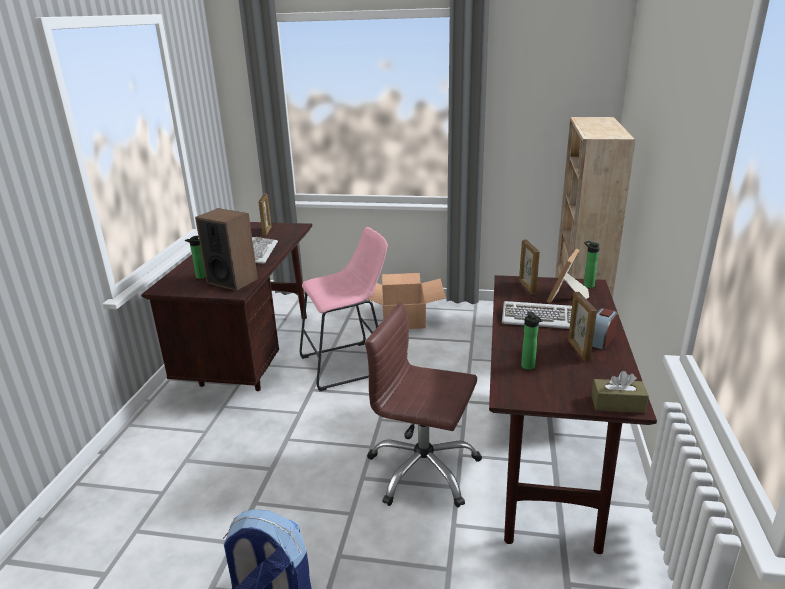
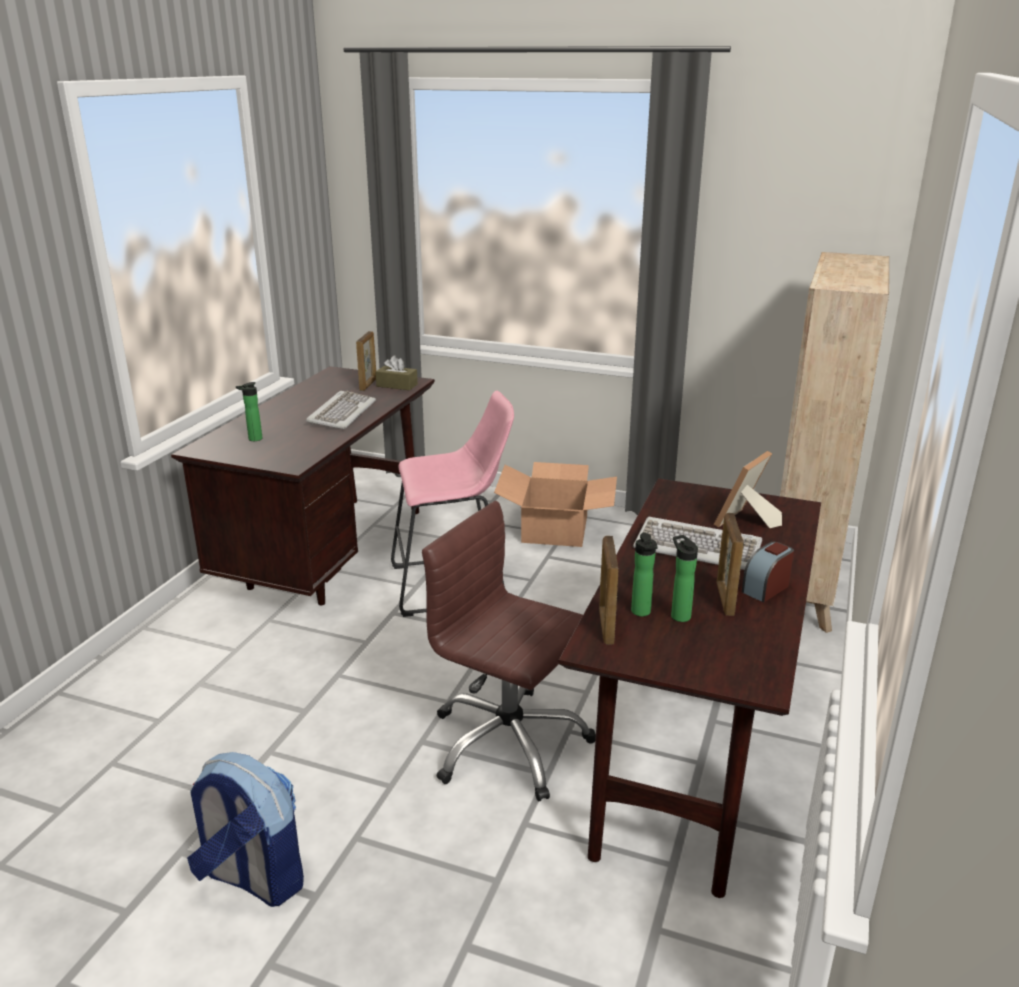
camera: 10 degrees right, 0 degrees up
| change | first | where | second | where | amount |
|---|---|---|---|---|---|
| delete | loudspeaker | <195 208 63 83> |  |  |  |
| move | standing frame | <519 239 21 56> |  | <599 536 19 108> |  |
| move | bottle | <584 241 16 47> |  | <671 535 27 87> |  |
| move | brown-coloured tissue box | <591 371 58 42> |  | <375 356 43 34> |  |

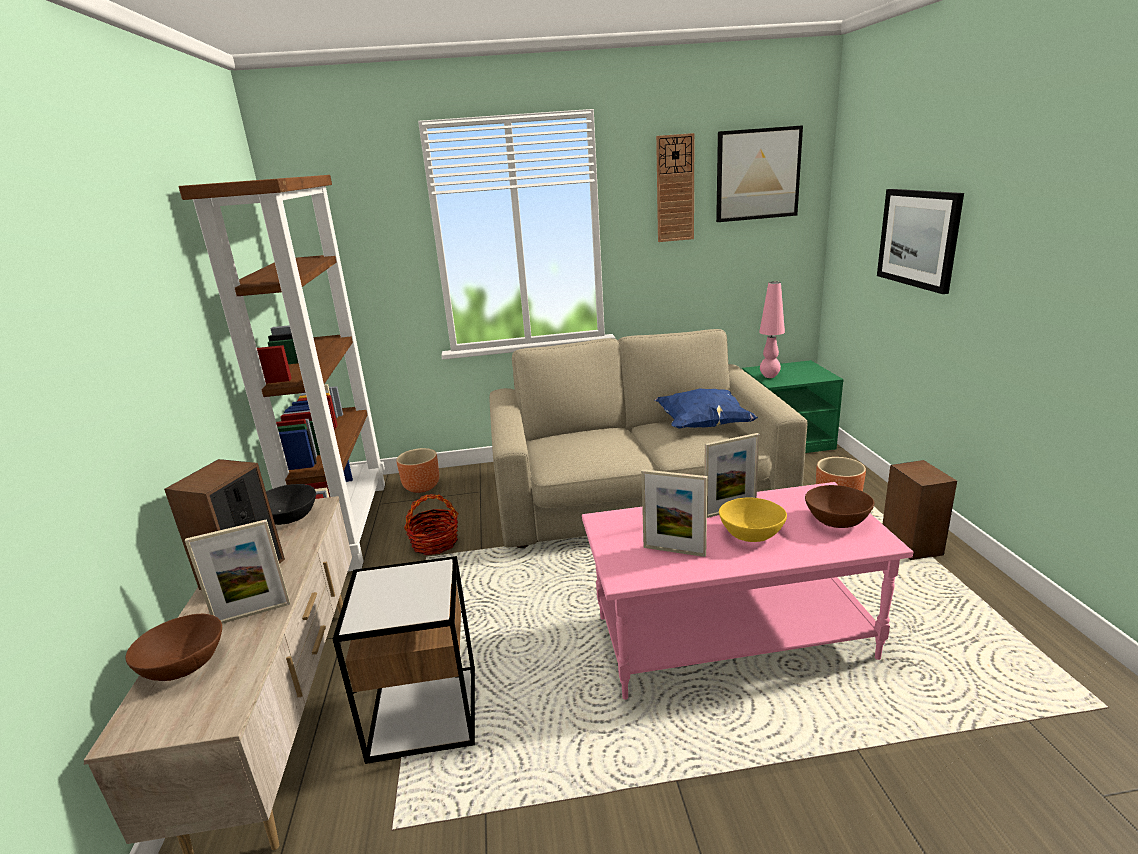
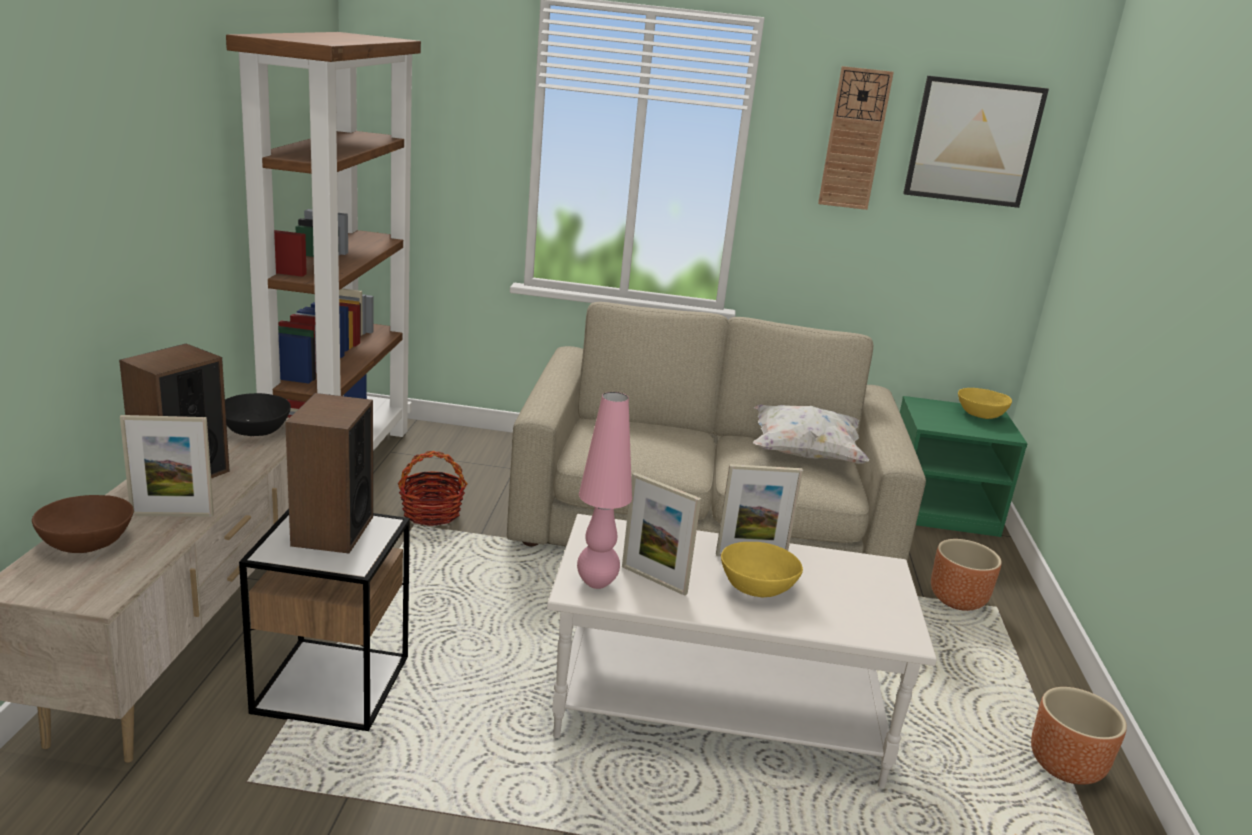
camera: 10 degrees right, 0 degrees up
| change | first | where | second | where | amount |
|---|---|---|---|---|---|
| delete | wall picture | <877 189 87 105> |  |  |  |
| move | pink lamp for a table | <759 282 26 96> |  | <577 392 55 197> |  |
| recolor | blue cushion | <654 389 104 40> | whitish cushion | <753 404 116 60> |  |
| move | brown-coloured planter | <397 448 42 45> |  | <1031 687 96 98> |  |
| move | loudspeaker | <883 460 74 100> |  | <285 393 88 160> |  |
| recolor | pink coffee table | <582 482 331 218> | whitish coffee table | <547 514 390 274> |  |
| delete | brown-coloured bowl | <805 485 70 43> |  |  |  |
| insert |  |  | yellowish bowl | <958 388 54 31> |  |

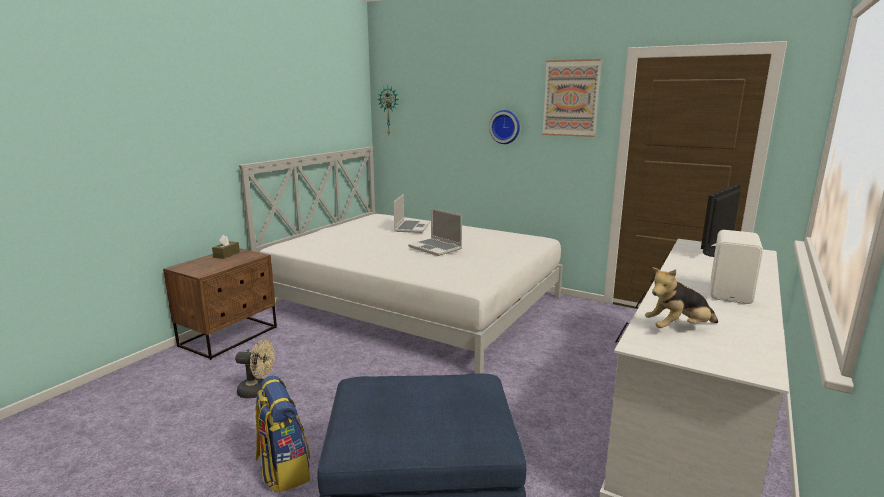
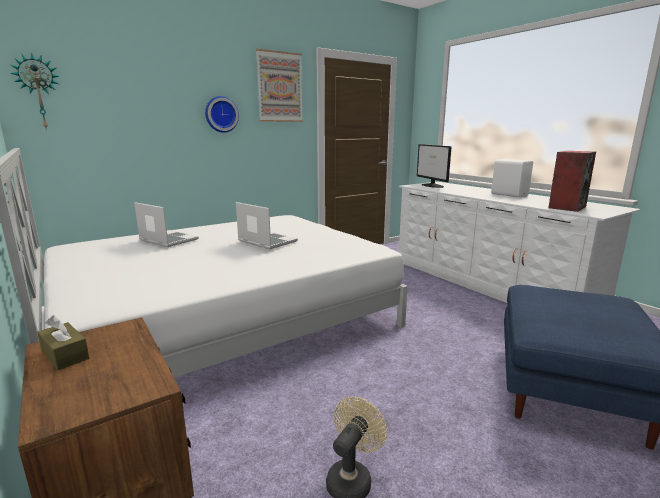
camera: 65 degrees left, 0 degrees up
| change | first | where | second | where | amount |
|---|---|---|---|---|---|
| rotate | portable computer | <408 208 54 48> |  | <236 202 62 47> | 120 degrees counterclockwise |
| replace | plush toy | <645 267 73 61> | loudspeaker | <548 151 48 61> |  |
| delete | knapsack | <255 376 55 117> |  |  |  |

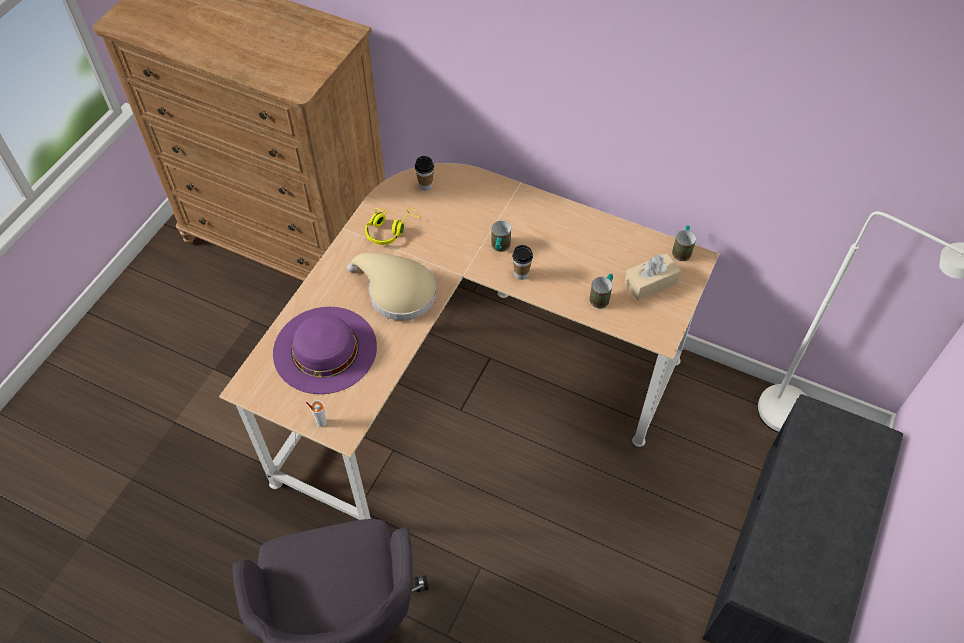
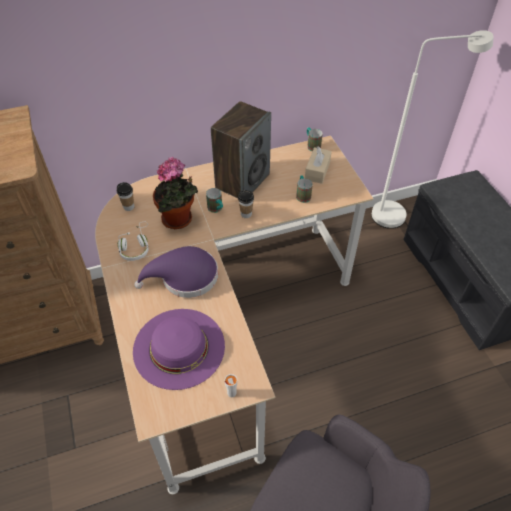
camera: 45 degrees left, 5 degrees down
| change | first | where | second | where | amount |
|---|---|---|---|---|---|
| recolor | yellowish headset | <365 208 54 37> | whitish headset | <118 221 31 40> |  |
| recolor | sand-coloured clothing hat | <347 253 90 68> | purple-coloured clothing hat | <134 246 84 52> |  |
| insert |  |  | loudspeaker | <211 101 60 97> |  |
| insert |  |  | potted plant | <153 157 45 72> |  |

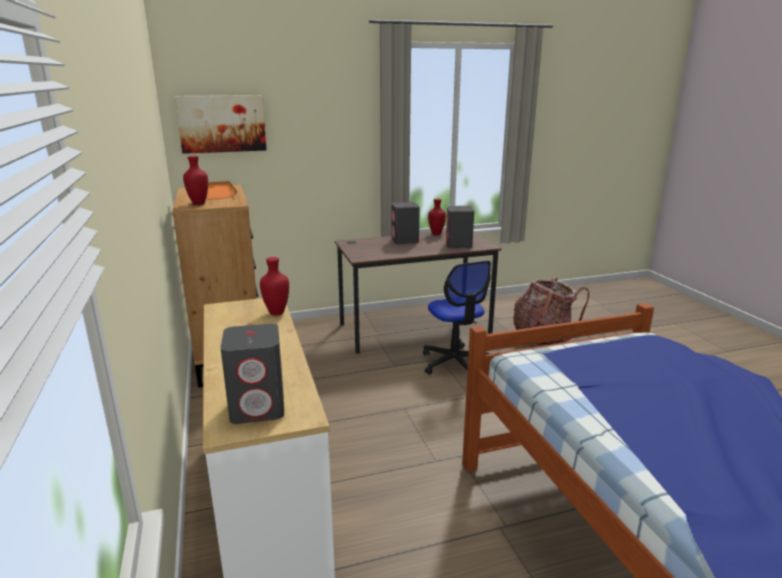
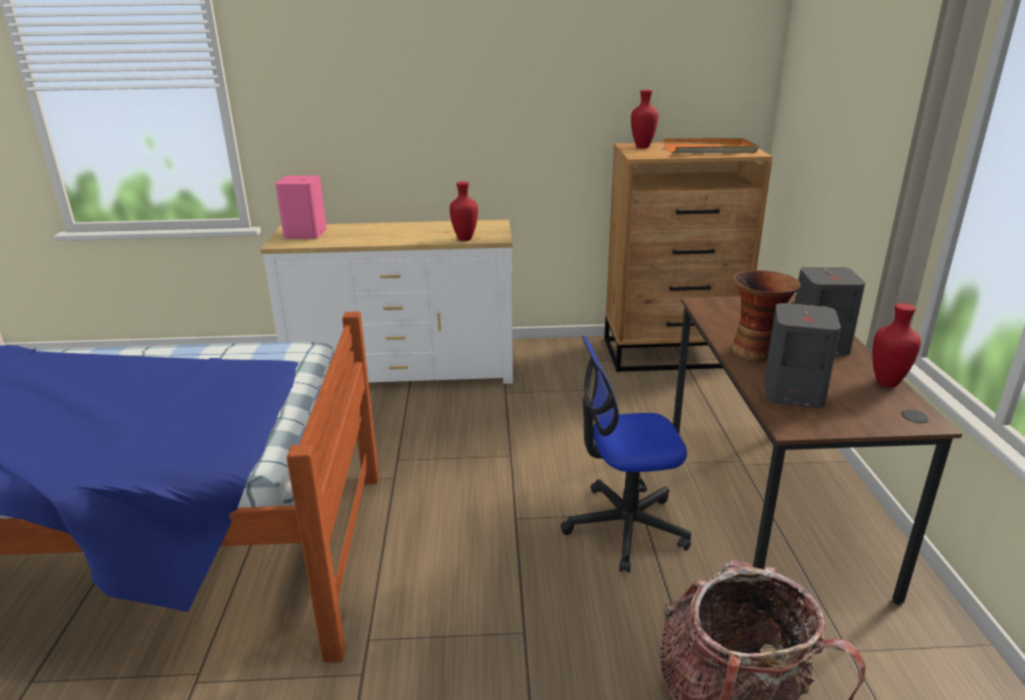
camera: 105 degrees right, 5 degrees up
| change | first | where | second | where | amount |
|---|---|---|---|---|---|
| delete | wall picture | <175 95 92 59> |  |  |  |
| recolor | gray loudspeaker | <220 324 64 100> | pink loudspeaker | <275 176 52 63> |  |
| insert |  |  | decorative vase | <731 270 70 91> |  |

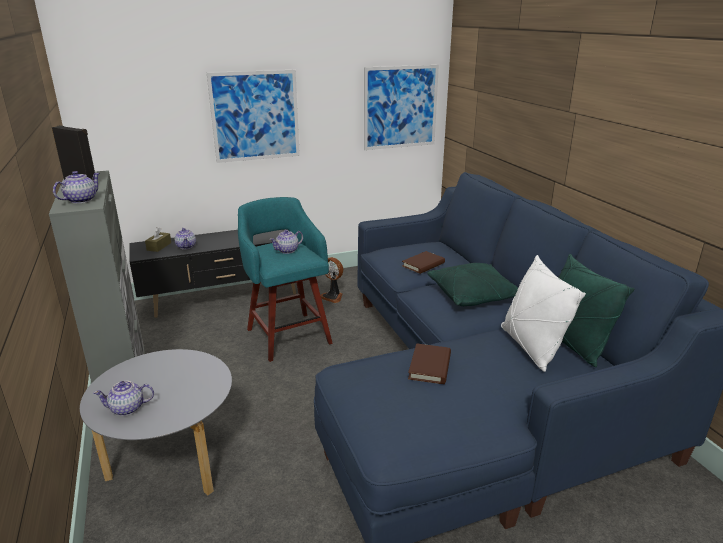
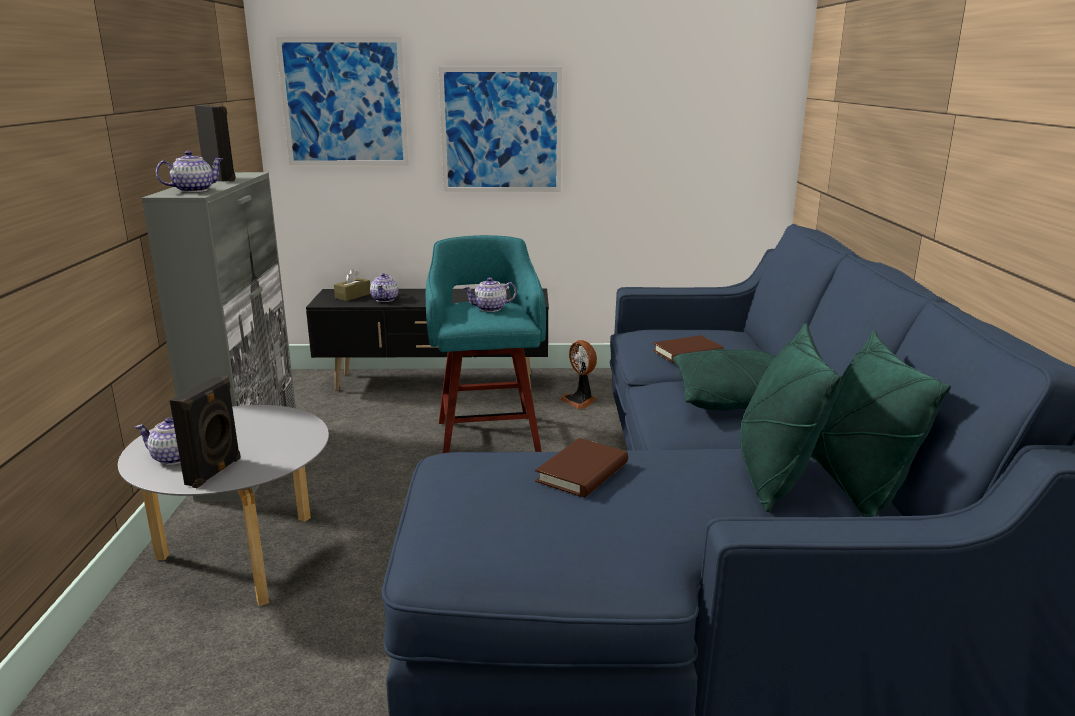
camera: 20 degrees right, 5 degrees down
| change | first | where | second | where | amount |
|---|---|---|---|---|---|
| move | wall picture | <364 65 75 85> |  | <276 37 133 128> |  |
| recolor | whitish cushion | <501 255 85 117> | green-coloured cushion | <740 323 101 189> |  |
| insert |  |  | blackish loudspeaker | <170 376 71 112> |  |

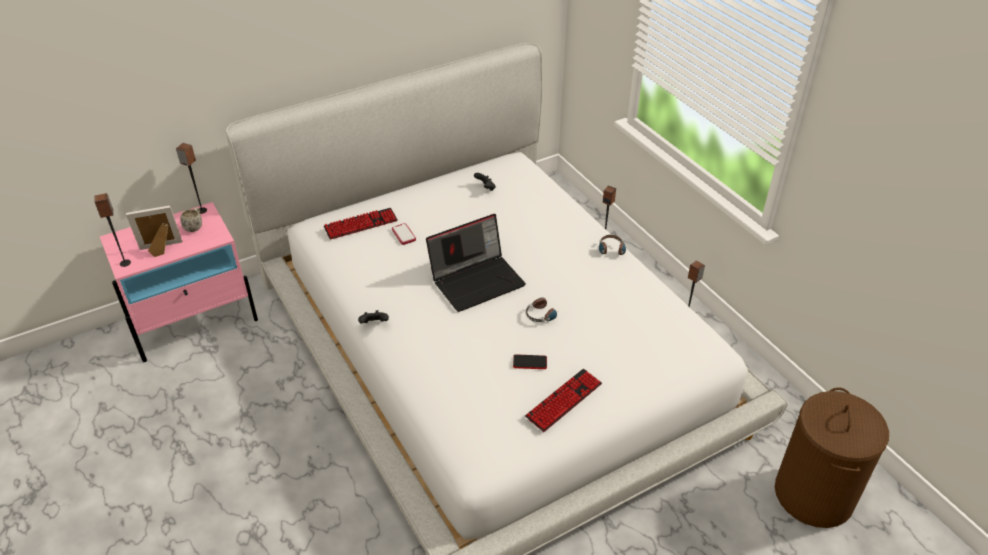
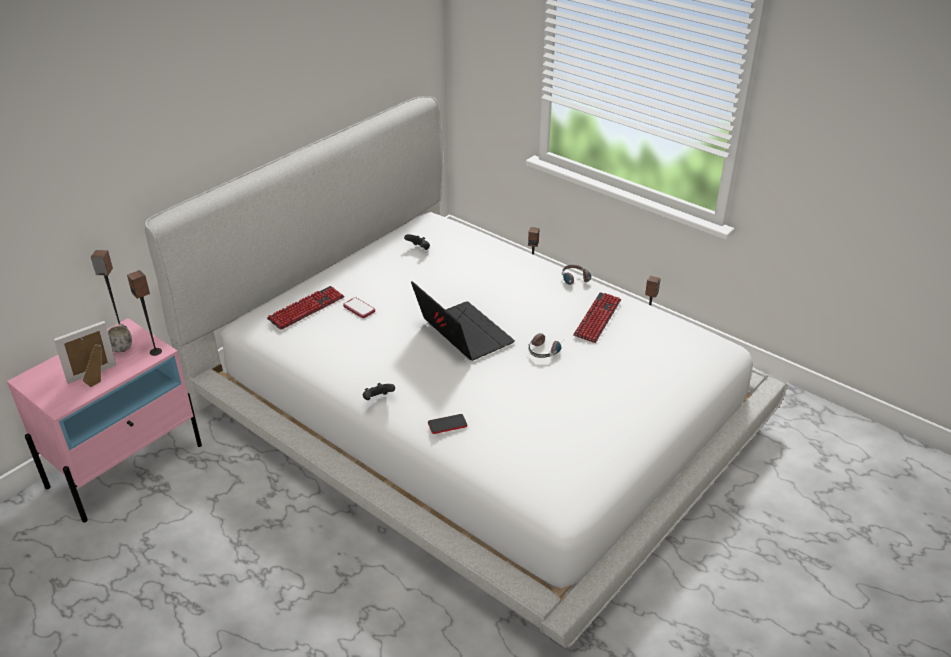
camera: 20 degrees left, 5 degrees down
| change | first | where | second | where | amount |
|---|---|---|---|---|---|
| move | loudspeaker | <94 193 37 74> |  | <127 270 35 86> |  |
| rotate | portable computer | <426 214 100 98> |  | <411 281 104 80> | 75 degrees counterclockwise |
| move | telephone | <513 354 34 15> |  | <428 414 39 20> |  |
| move | computer keyboard | <525 369 77 63> |  | <573 292 48 51> |  |
| delete | brown-coloured hamper | <775 387 114 141> |  |  |  |

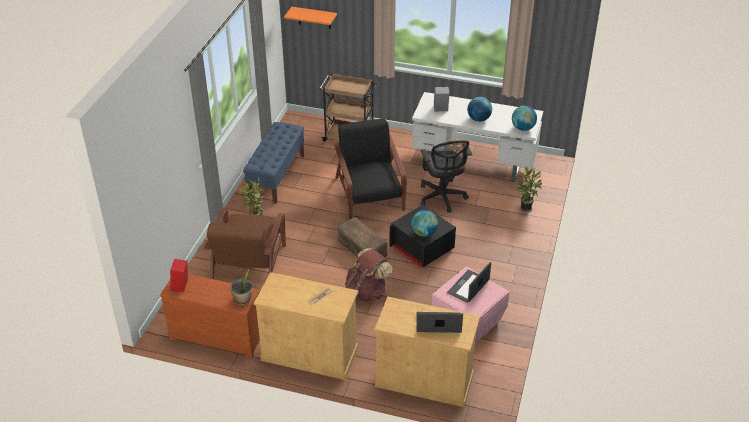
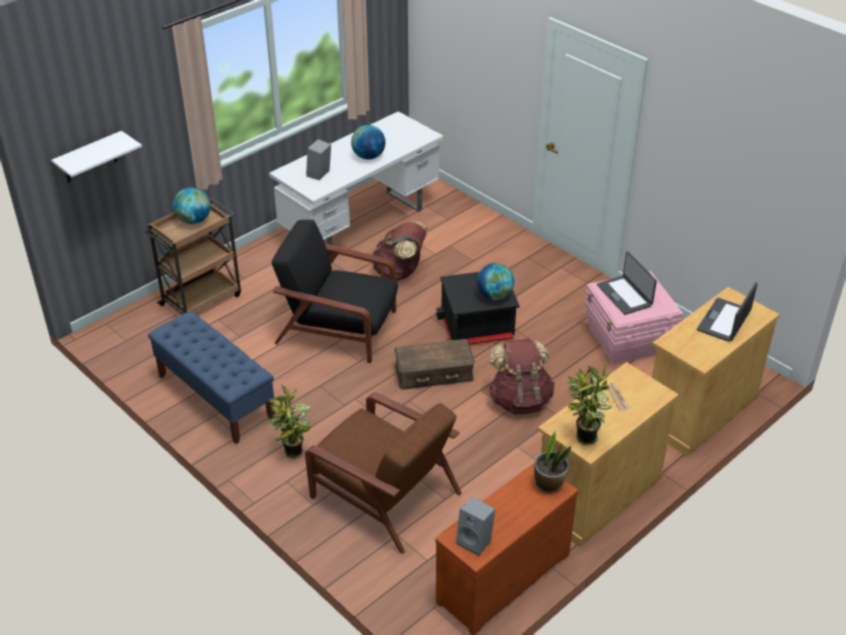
camera: 60 degrees left, 0 degrees up
| change | first | where | second | where | amount |
|---|---|---|---|---|---|
| recolor | orange bracket shelf | <284 7 53 22> | whitish bracket shelf | <51 131 91 51> |  |
| move | world globe | <512 106 25 25> |  | <173 187 38 37> |  |
| replace | blackish office chair | <421 140 51 73> | brown-coloured knapsack | <372 221 55 60> |  |
| move | potted plant | <515 166 27 46> |  | <567 361 45 84> |  |
| recolor | red-coloured loudspeaker | <170 259 18 33> | gray loudspeaker | <456 497 39 59> |  |

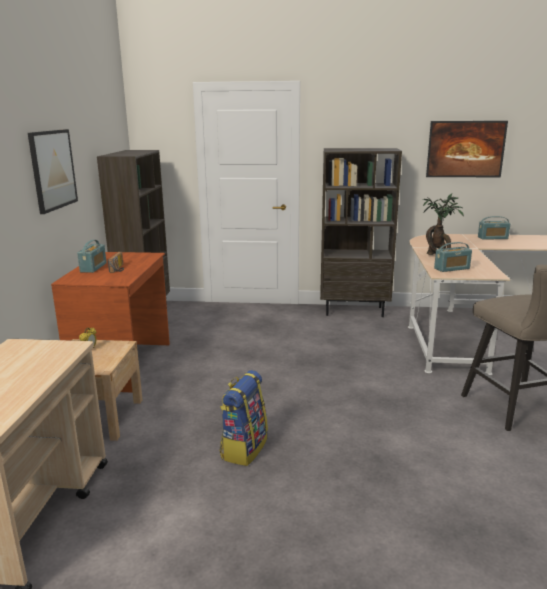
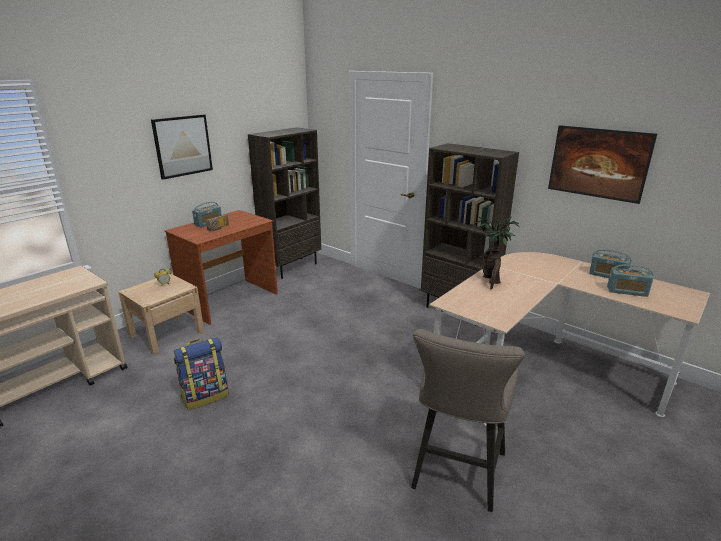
camera: 35 degrees right, 5 degrees up
| change | first | where | second | where | amount |
|---|---|---|---|---|---|
| move | radio | <434 242 38 30> |  | <607 264 47 33> |  |

